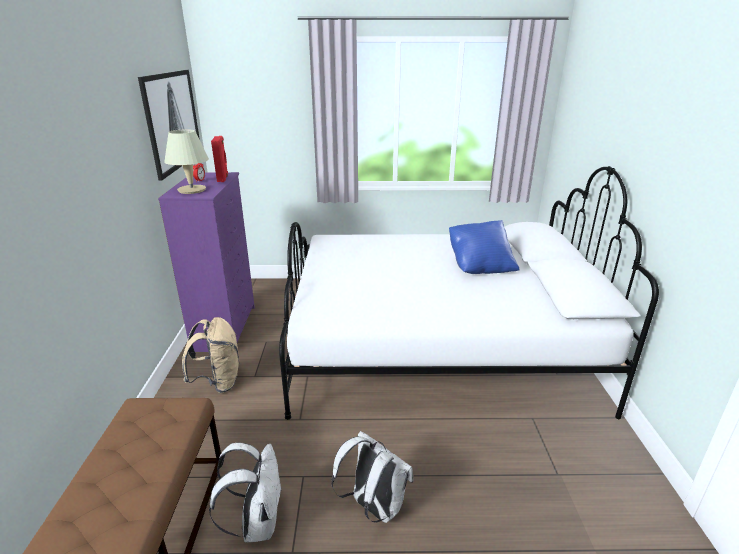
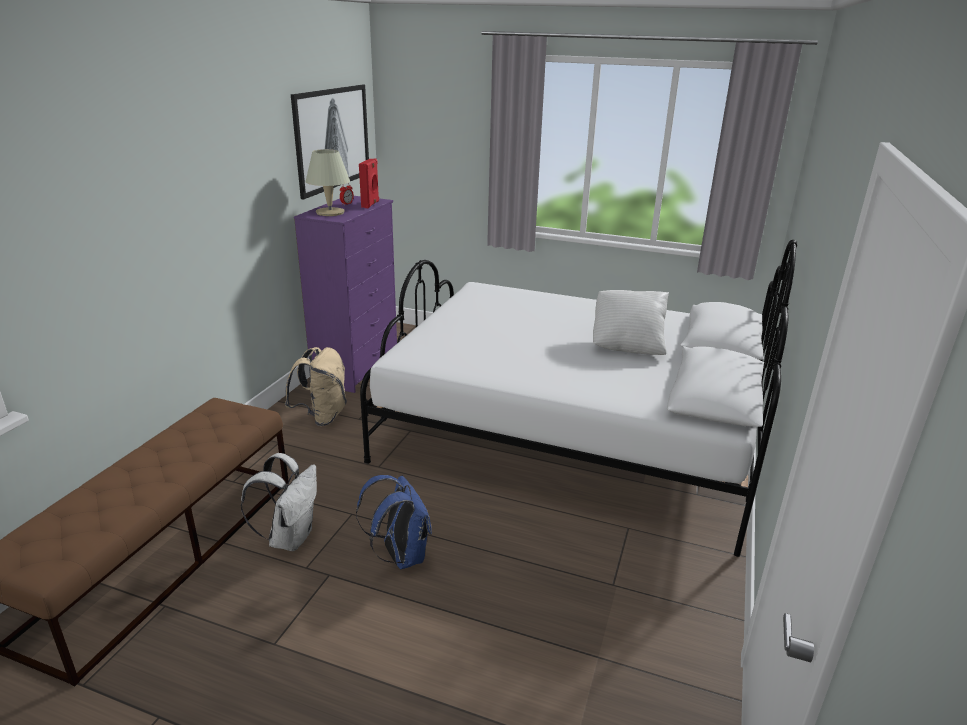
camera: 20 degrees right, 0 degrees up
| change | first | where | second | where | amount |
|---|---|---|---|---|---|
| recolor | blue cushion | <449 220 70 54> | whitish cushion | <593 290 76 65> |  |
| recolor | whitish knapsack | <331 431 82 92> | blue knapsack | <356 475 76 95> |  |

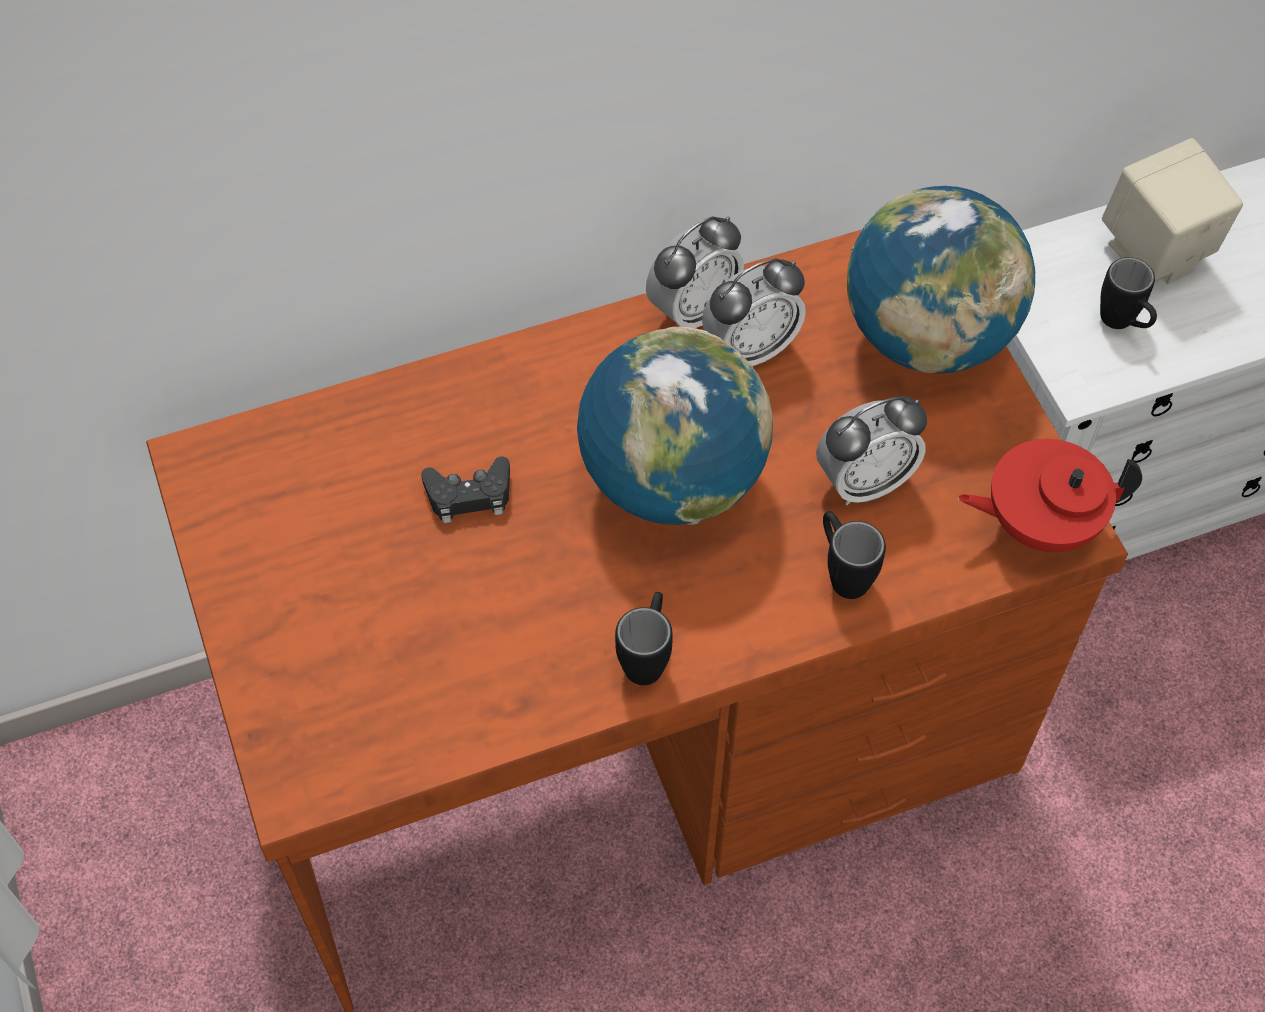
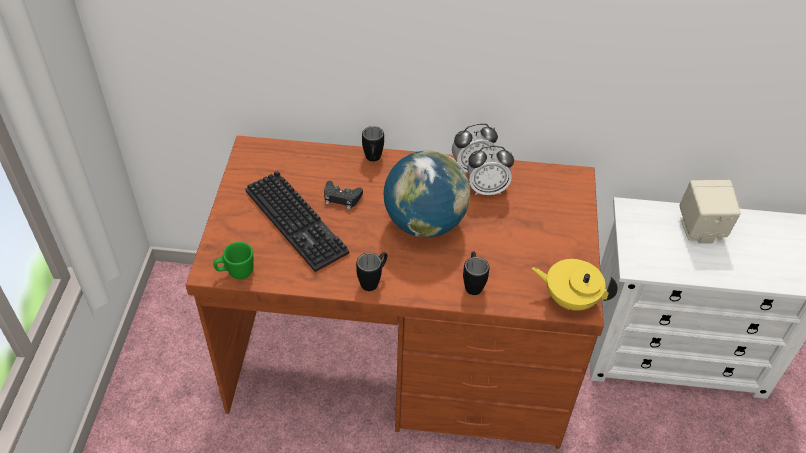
camera: 25 degrees right, 10 degrees down
| change | first | where | second | where | amount |
|---|---|---|---|---|---|
| delete | world globe | <847 186 188 188> |  |  |  |
| move | blackish coffee mug | <1100 257 57 72> |  | <362 126 22 36> |  |
| delete | table clock | <816 396 111 109> |  |  |  |
| recolor | red-coloured tea pot | <958 439 184 113> | yellowish tea pot | <532 259 86 52> |  |
| insert |  |  | computer keyboard | <245 171 104 101> |  |
| insert |  |  | green-coloured coffee mug | <213 242 40 37> |  |

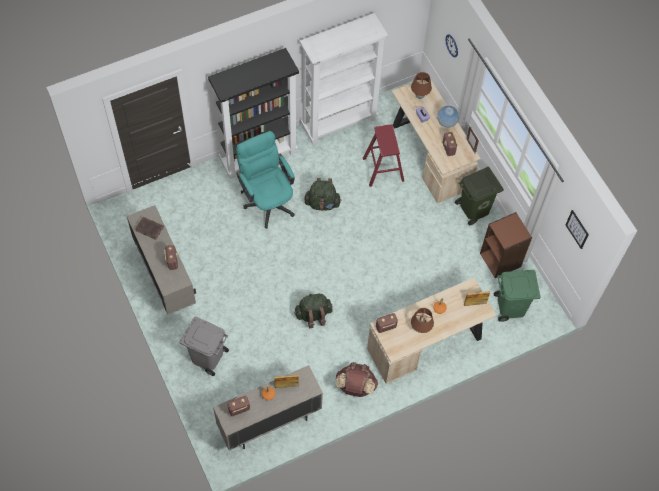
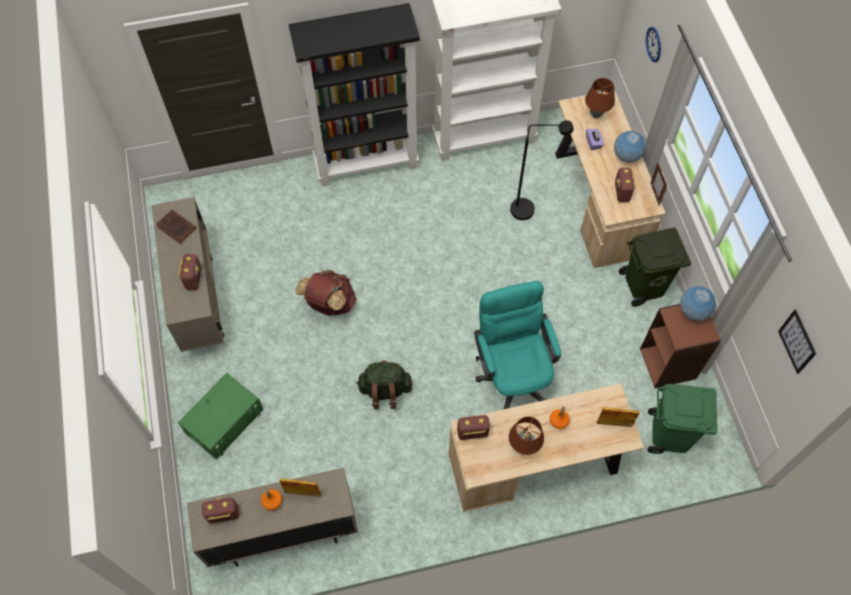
camera: 15 degrees right, 0 degrees up
| change | first | where | second | where | amount |
|---|---|---|---|---|---|
| replace | red-coloured stool seat | <363 124 41 63> | blackish floor lamp | <510 120 64 100> |  |
| move | blue-green office chair | <236 131 59 98> |  | <474 281 87 128> |  |
| delete | green-coloured knapsack | <304 178 38 33> |  |  |  |
| replace | gray waste bin | <179 316 50 60> | green-coloured storage box | <178 373 86 87> |  |
| move | brown-coloured knapsack | <335 362 43 35> |  | <295 270 61 46> |  |
| insert |  |  | world globe | <680 286 36 35> |  |

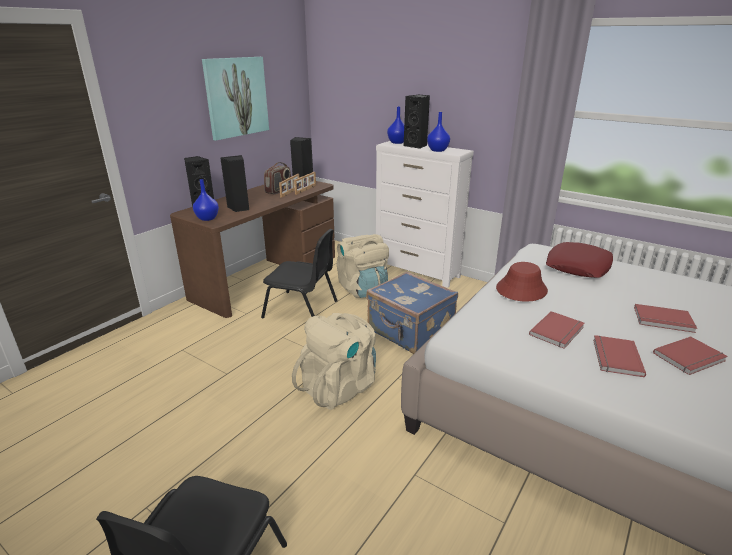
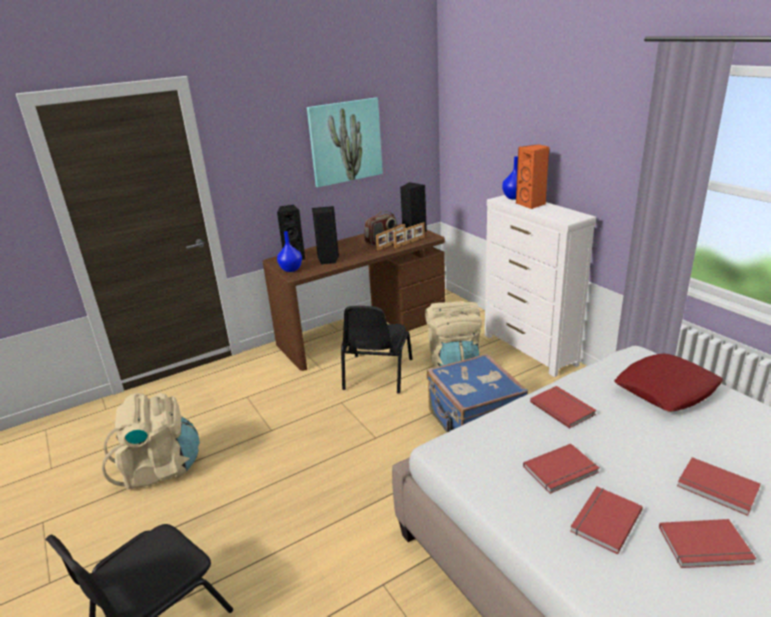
camera: 25 degrees right, 0 degrees up
| change | first | where | second | where | amount |
|---|---|---|---|---|---|
| recolor | blackish loudspeaker | <404 95 26 54> | orange loudspeaker | <516 144 34 65> |  |
| delete | blue decorative vase | <427 112 23 40> |  |  |  |
| rotate | blackish plain chair | <261 229 77 89> |  | <341 306 71 88> | 60 degrees clockwise |
| replace | red-coloured clothing hat | <496 262 52 40> | red-coloured bound book | <530 386 66 42> |  |
| move | sand-coloured knapsack | <292 313 84 97> |  | <102 393 98 97> |  |

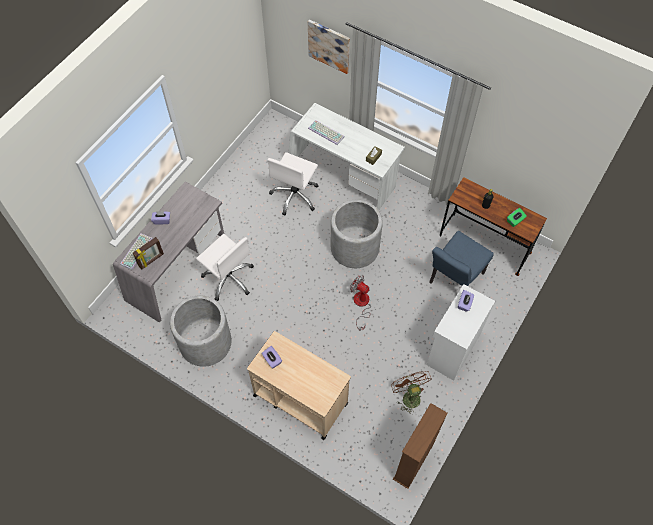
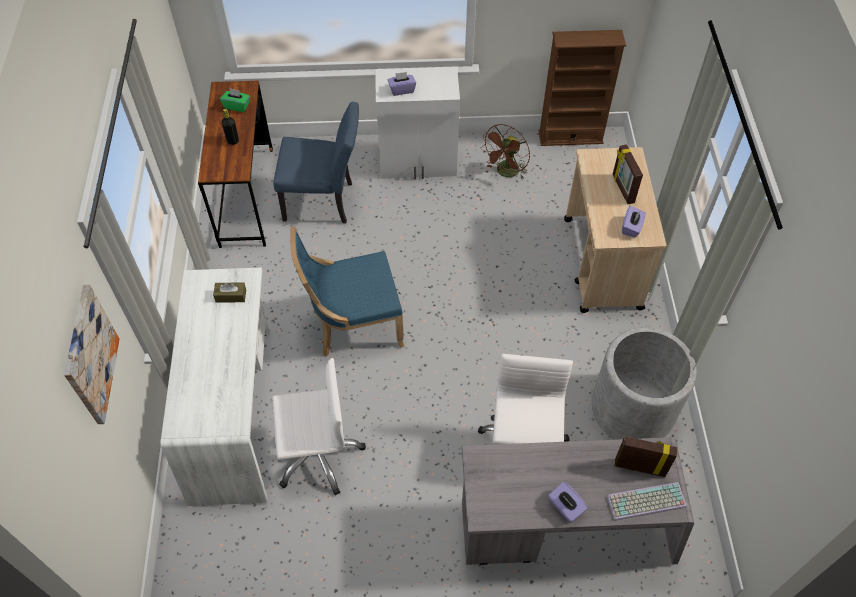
camera: 125 degrees left, 5 degrees down
| change | first | where | second | where | amount |
|---|---|---|---|---|---|
| delete | computer keyboard | <308 120 36 25> |  |  |  |
| replace | gray planter | <331 200 52 68> | blue plain chair | <290 226 115 131> |  |
| delete | electric fan | <350 275 21 56> |  |  |  |
| insert |  |  | standing frame | <613 144 30 60> |  |

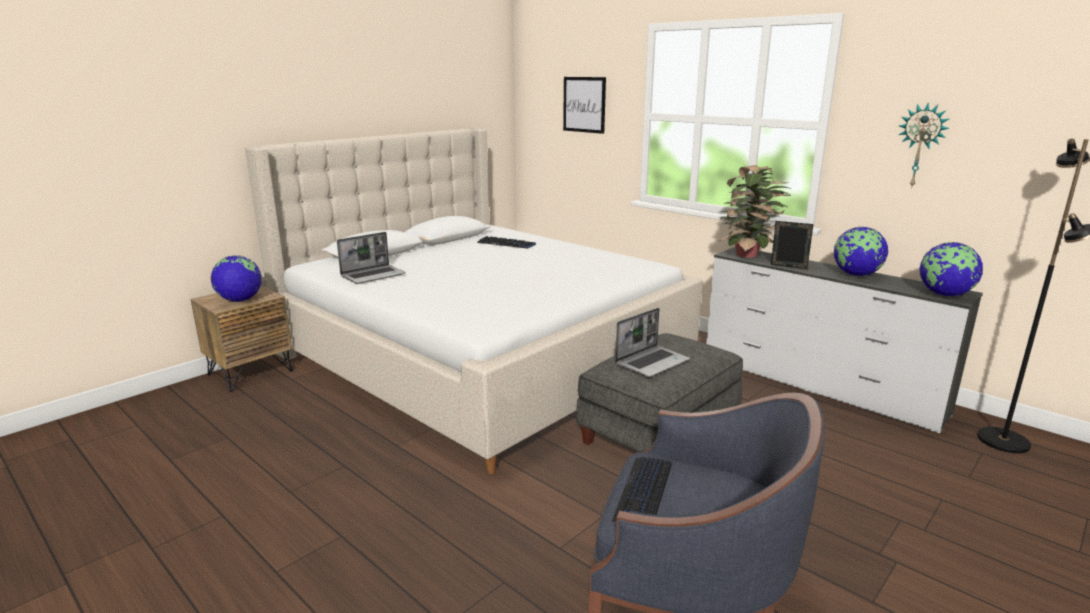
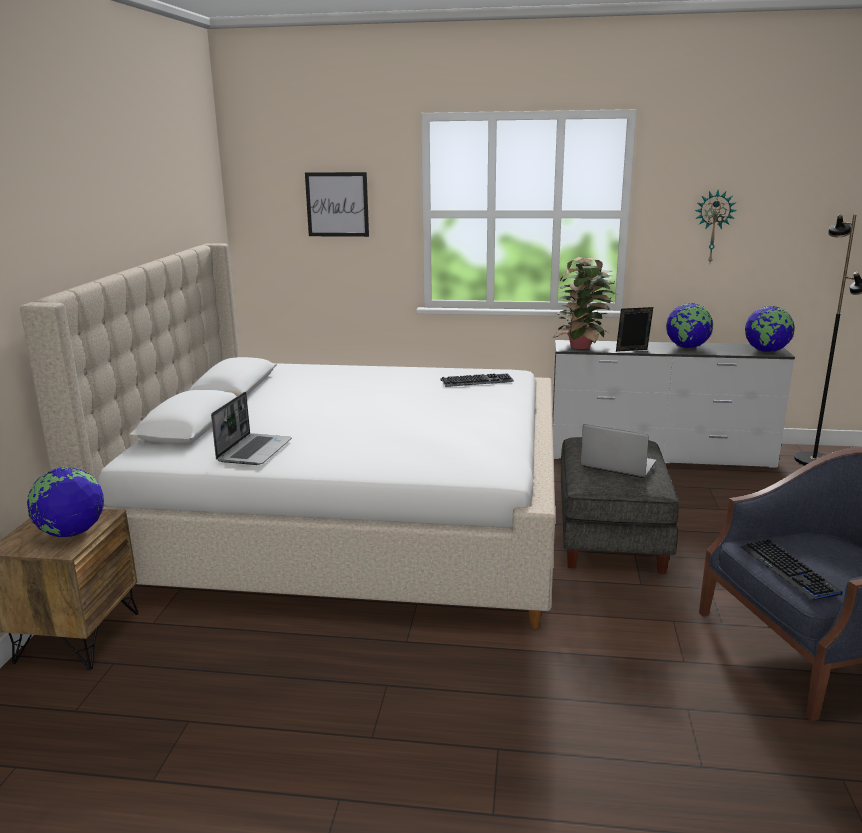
camera: 35 degrees left, 0 degrees up
| change | first | where | second | where | amount |
|---|---|---|---|---|---|
| move | computer keyboard | <477 236 59 13> |  | <441 373 73 14> |  |
| rotate | portable computer | <615 308 75 69> |  | <581 424 75 54> | 75 degrees counterclockwise |

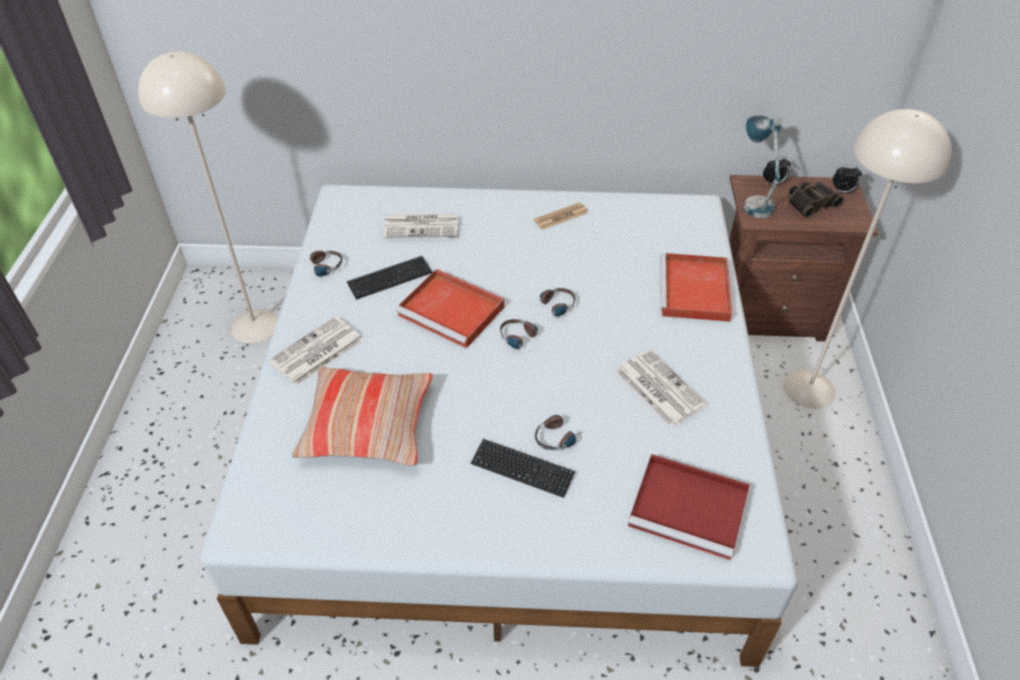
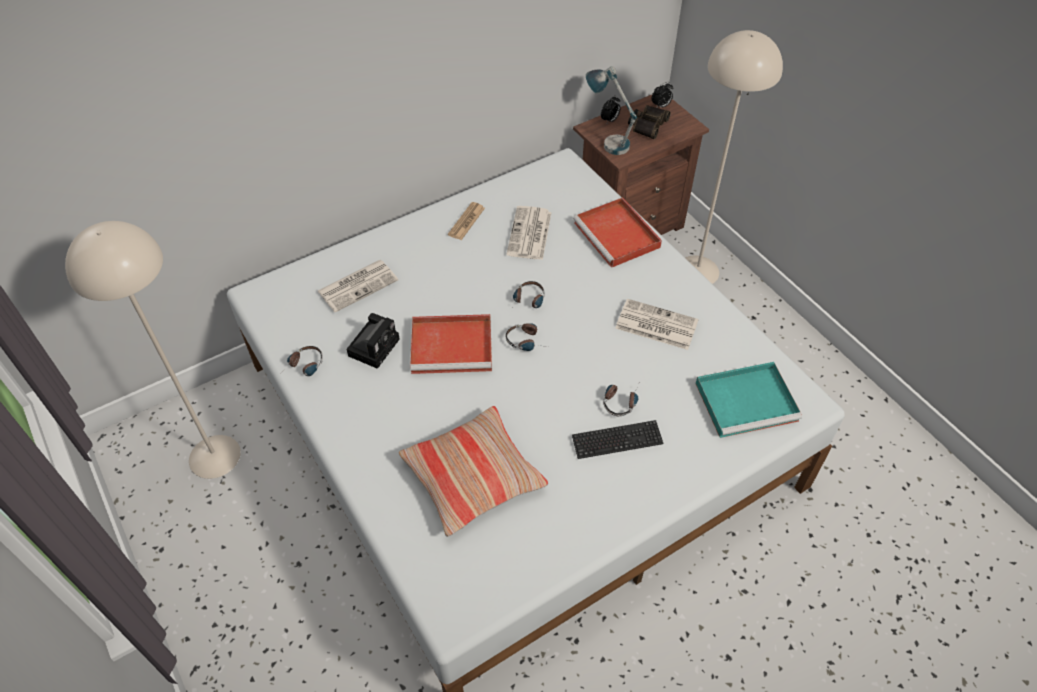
camera: 35 degrees left, 5 degrees up
| change | first | where | second | where | amount |
|---|---|---|---|---|---|
| replace | computer keyboard | <347 256 85 44> | still camera | <347 313 53 56> |  |
| move | daily paper | <269 316 94 70> |  | <506 206 46 54> |  |
| recolor | red-coloured carrying tray | <628 454 122 106> | blue-green carrying tray | <696 362 106 76> |  |

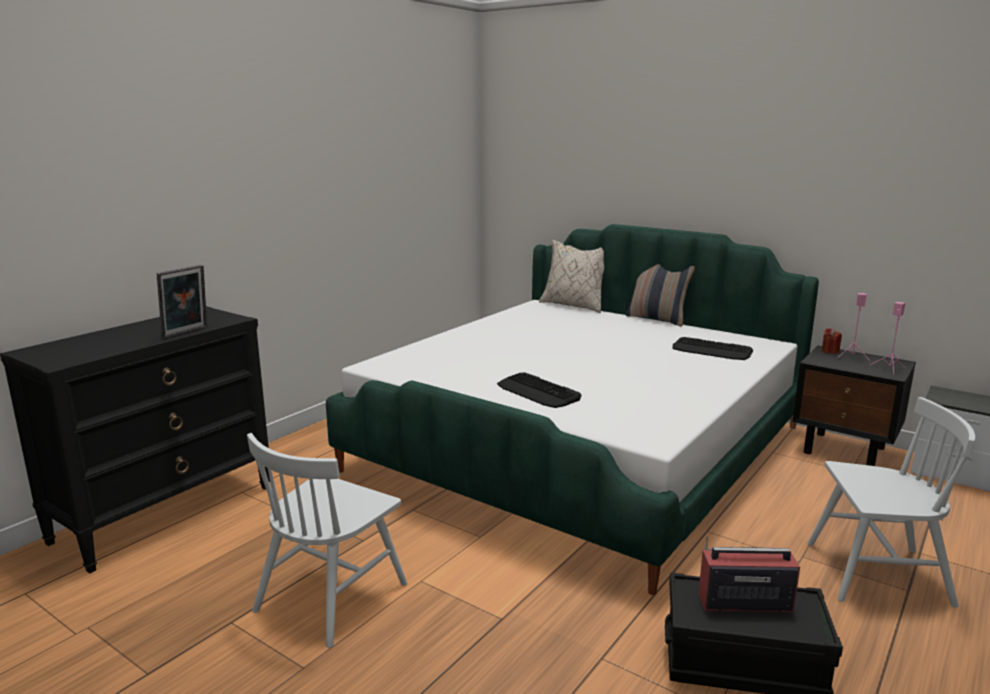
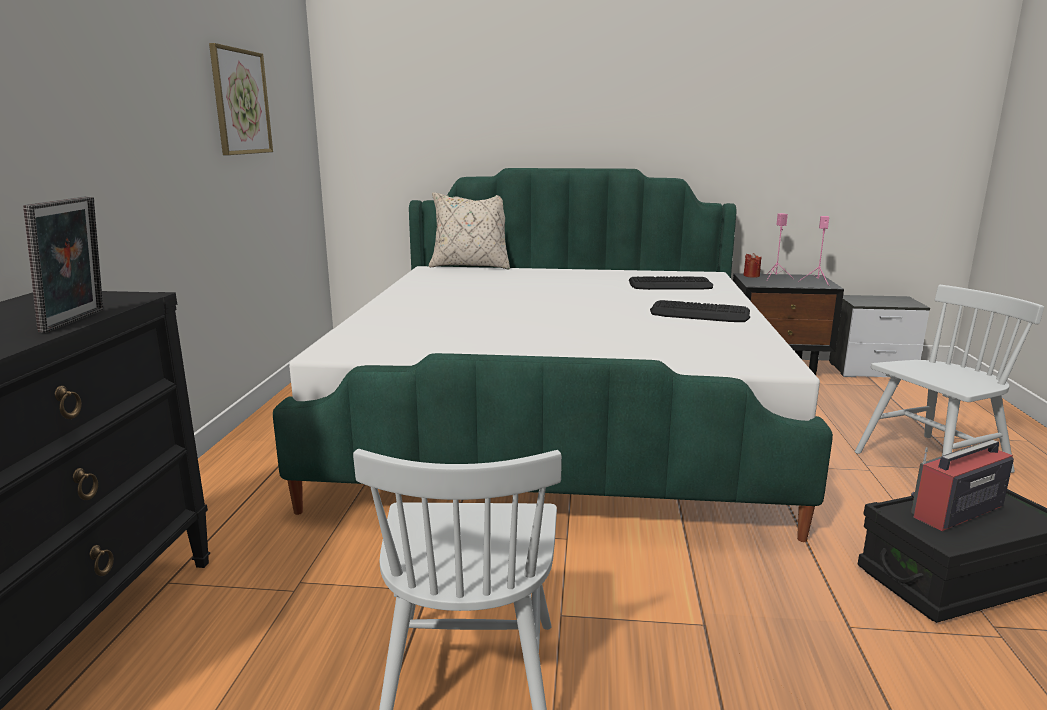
camera: 30 degrees left, 0 degrees up
| change | first | where | second | where | amount |
|---|---|---|---|---|---|
| delete | cushion | <626 264 69 62> |  |  |  |
| move | computer keyboard | <497 372 85 36> |  | <650 300 100 22> |  |
| insert |  |  | wall picture | <209 43 64 112> |  |

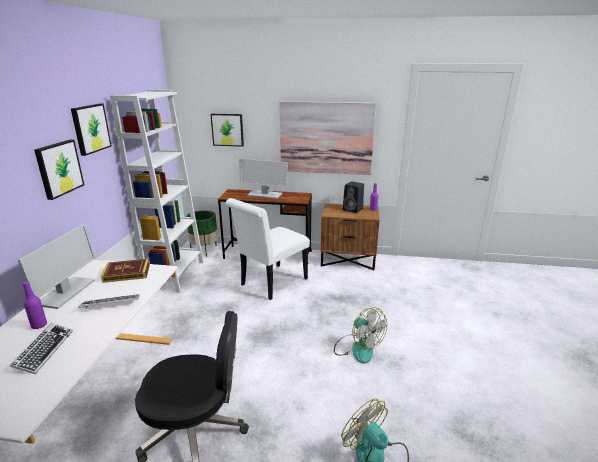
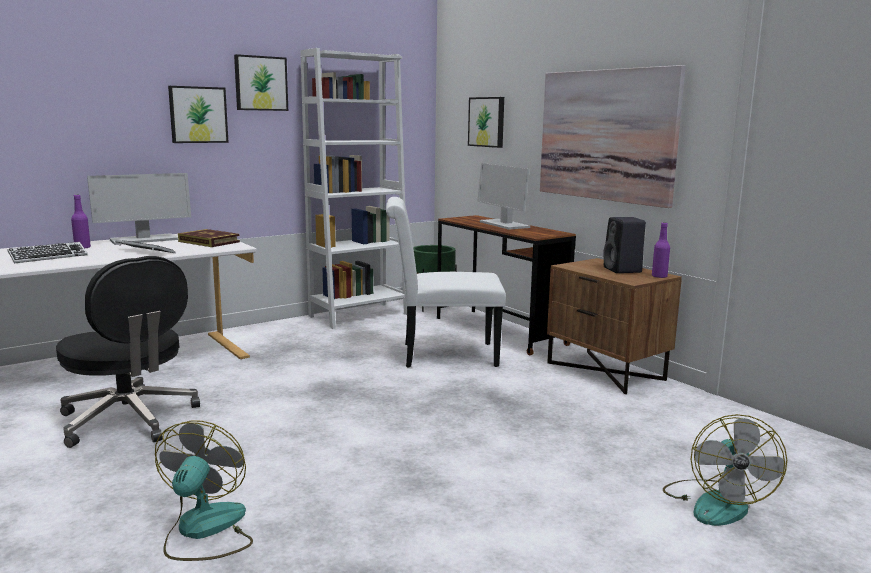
camera: 45 degrees right, 10 degrees down
| change | first | where | second | where | amount |
|---|---|---|---|---|---|
| move | electric fan | <334 307 53 57> |  | <663 414 124 112> |  |

